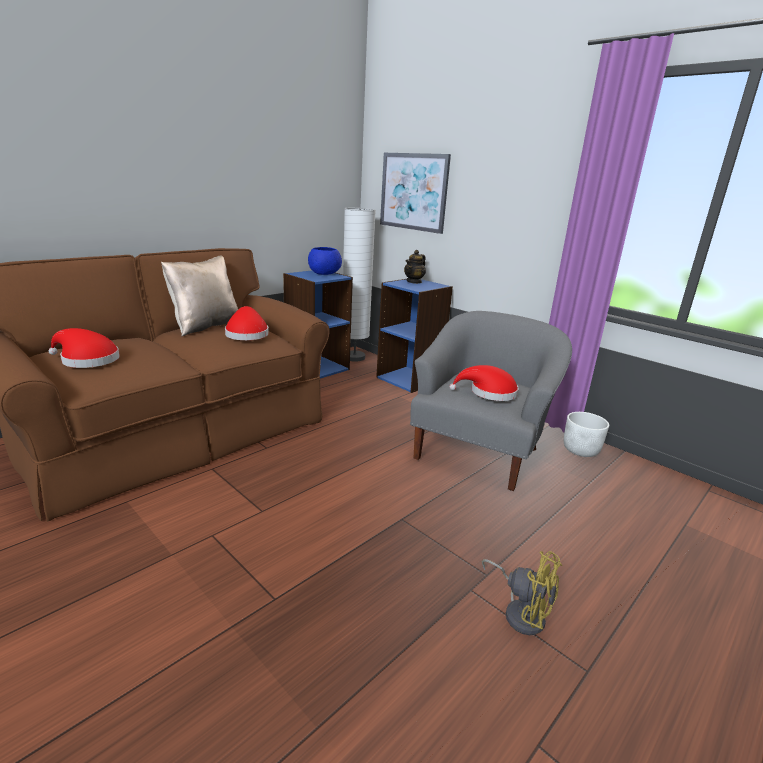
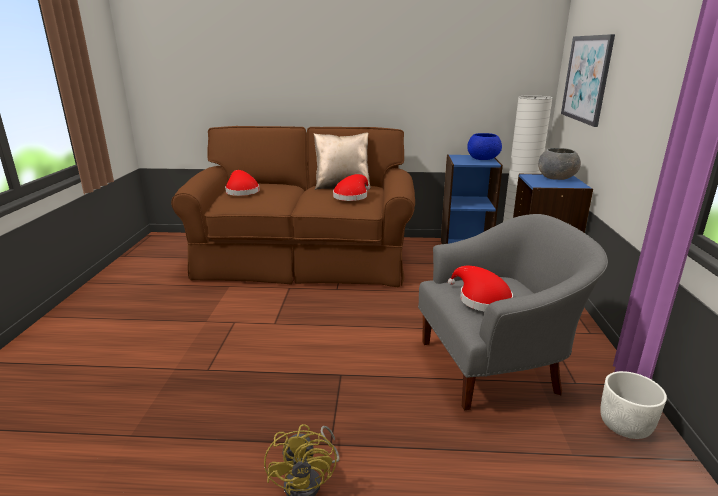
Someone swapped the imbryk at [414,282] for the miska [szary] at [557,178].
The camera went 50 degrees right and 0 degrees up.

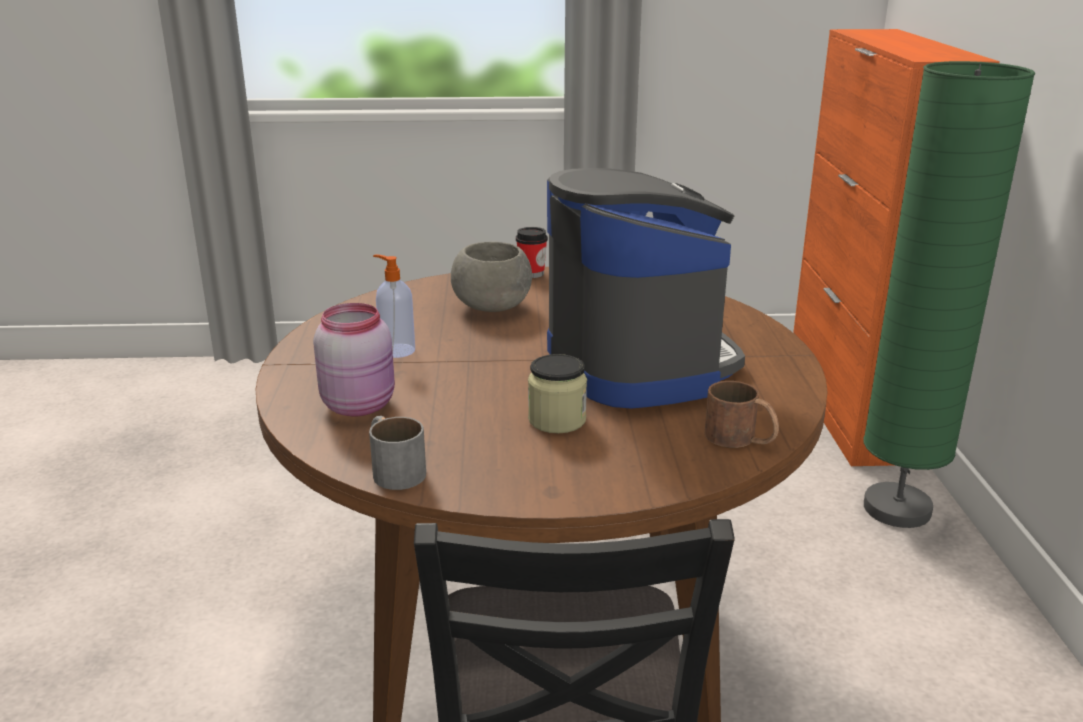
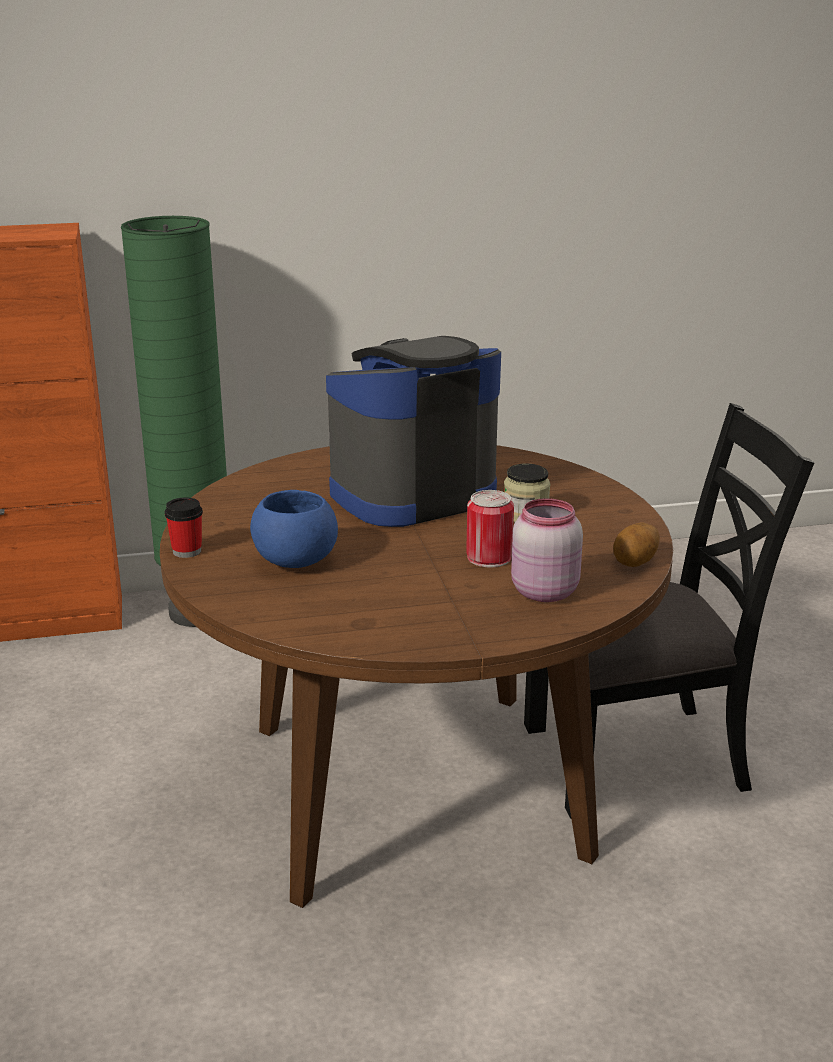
Someone repainted the miska [szary] at [492,307], which became the miska [niebieski] at [294,561].
Someone took away the dozownik mydła at [396,350].
Someone took away the kubek [brązowy] at [741,439].
Someone swapped the kubek [szary] at [393,469] for the ziemniak at [635,562].
Someone put down the puszka at [489,557].
The camera went 100 degrees left and 0 degrees up.

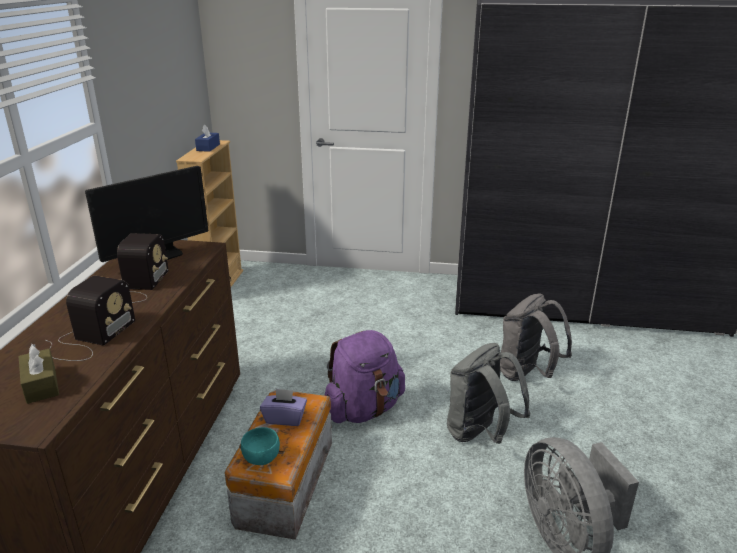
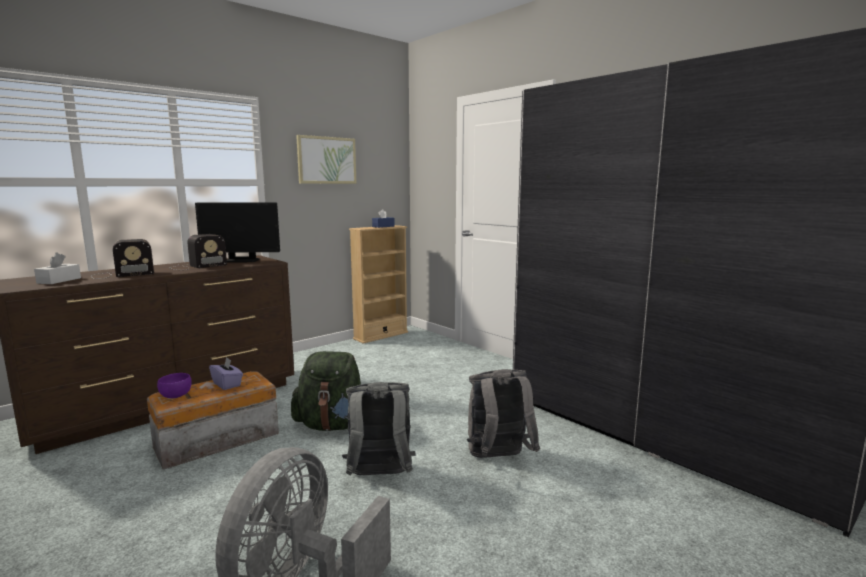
Someone repainted the plecak [fioletowy] at [364,409], which became the plecak [zielony] at [333,425].
Someone repainted the pudełko chusteczek [brązowy] at [41,385], which became the pudełko chusteczek [biały] at [59,280].
Someone repainted the miska [turkusowy] at [261,458], which became the miska [fioletowy] at [175,395].
Someone put up the obraz at [326,160].
The camera went 40 degrees right and 15 degrees down.

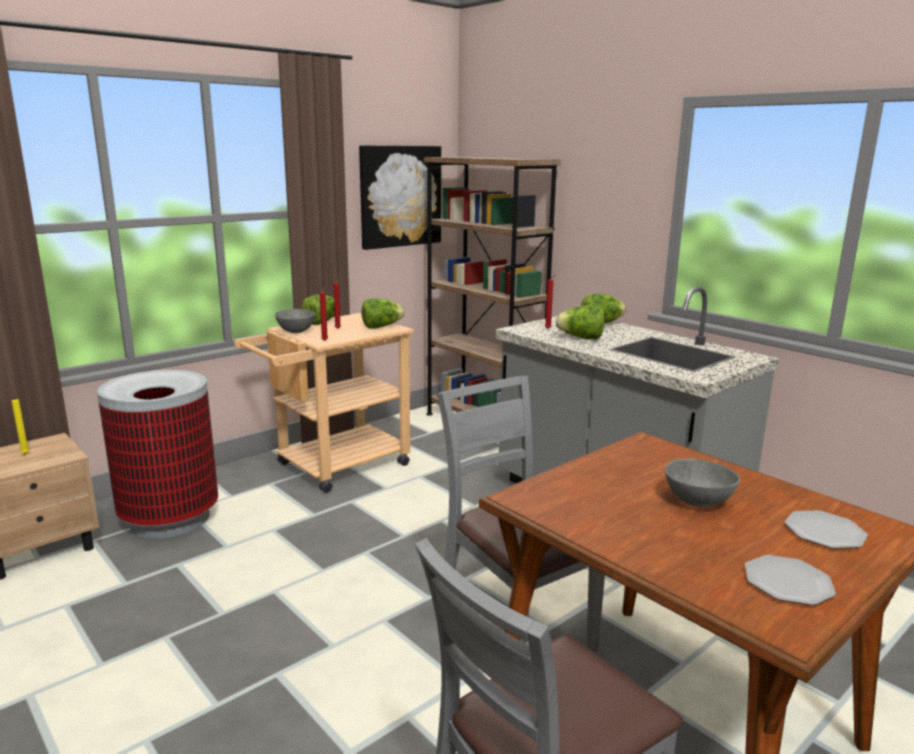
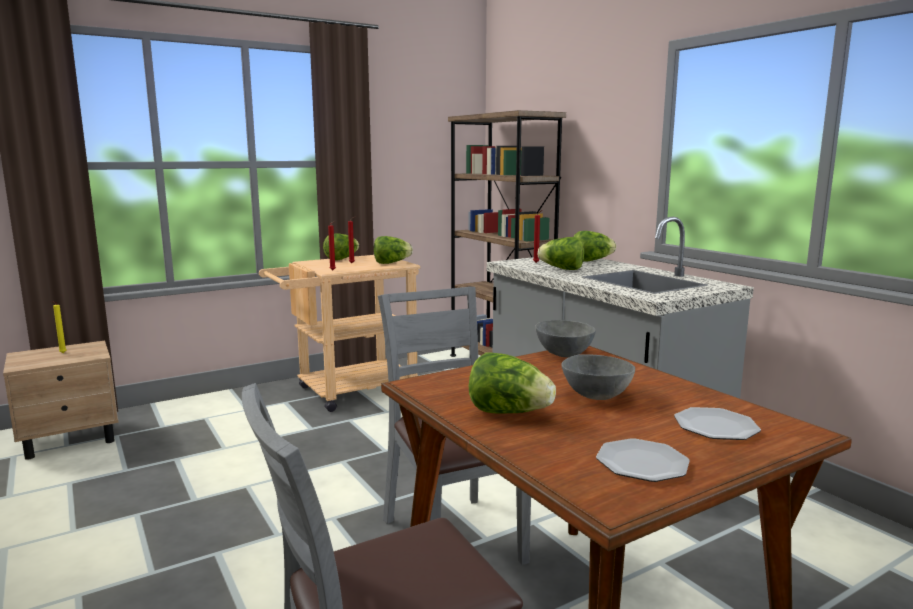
Someone took away the obraz at [400,196].
Someone carried the miska [szary] from [296,331] to [564,353].
Someone took away the kosz na śmieci at [170,518].
Someone put down the sałata at [509,413].
The camera went 10 degrees right and 5 degrees down.

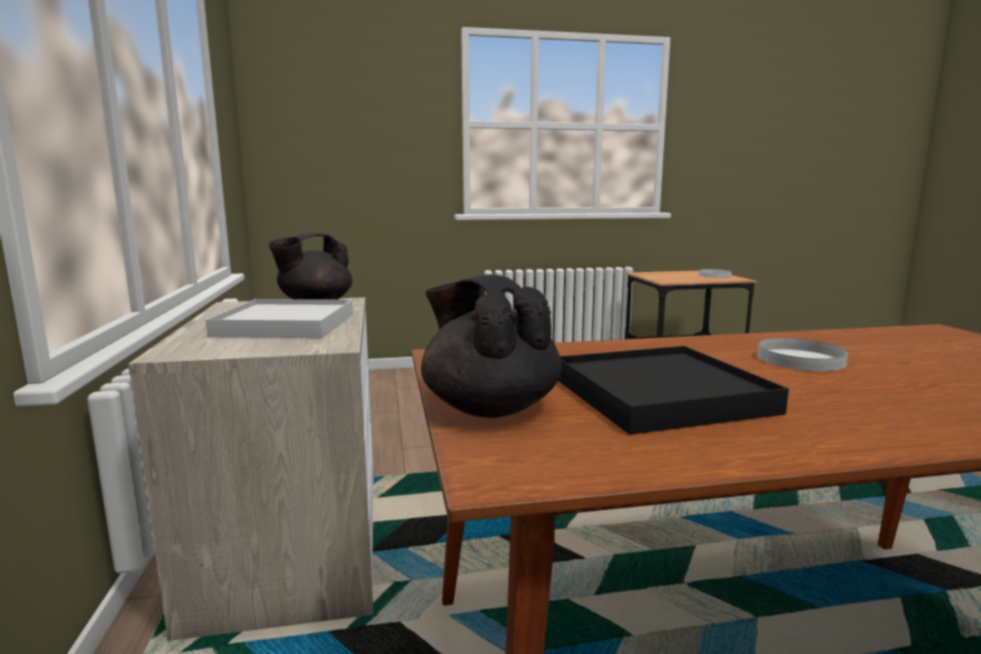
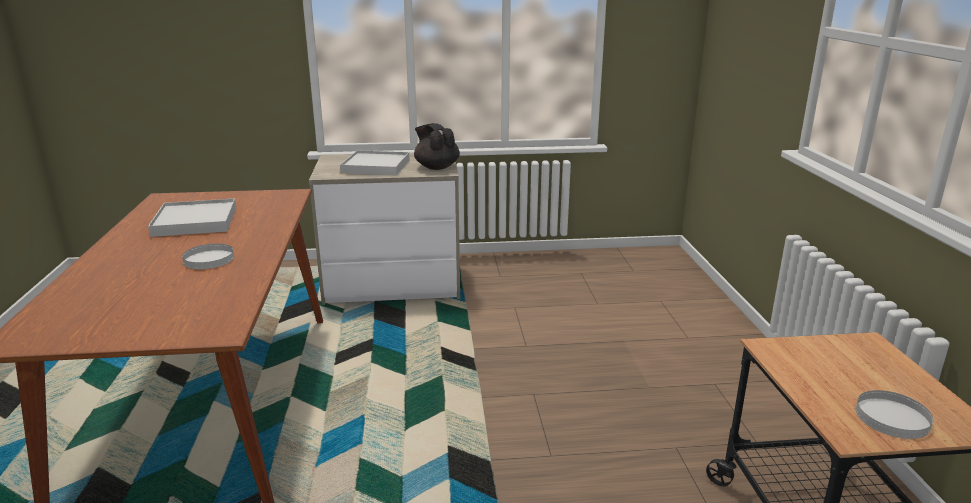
Someone took away the imbryk [czarny] at [489,407].
Someone repainted the taca [czarny] at [659,395], which became the taca [biały] at [195,221].
The camera went 95 degrees right and 10 degrees up.

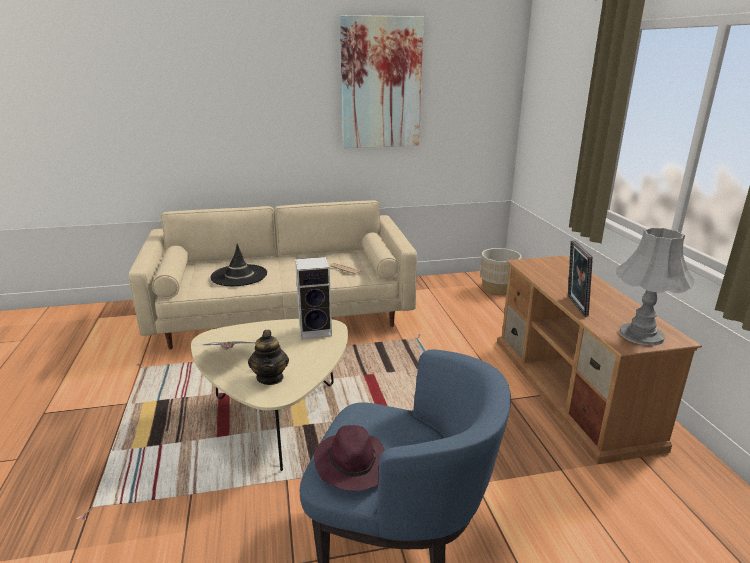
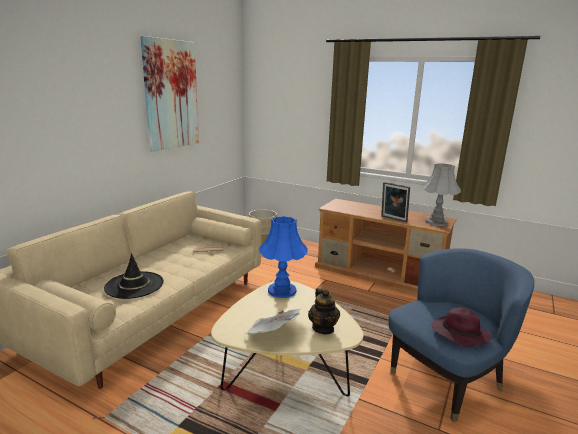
Someone swapped the głośnik at [316,330] for the lampa stołowa [niebieski] at [282,290].
Someone rotated the imbryk at [270,377] by 45 degrees clockwise.
The camera went 50 degrees left and 5 degrees down.

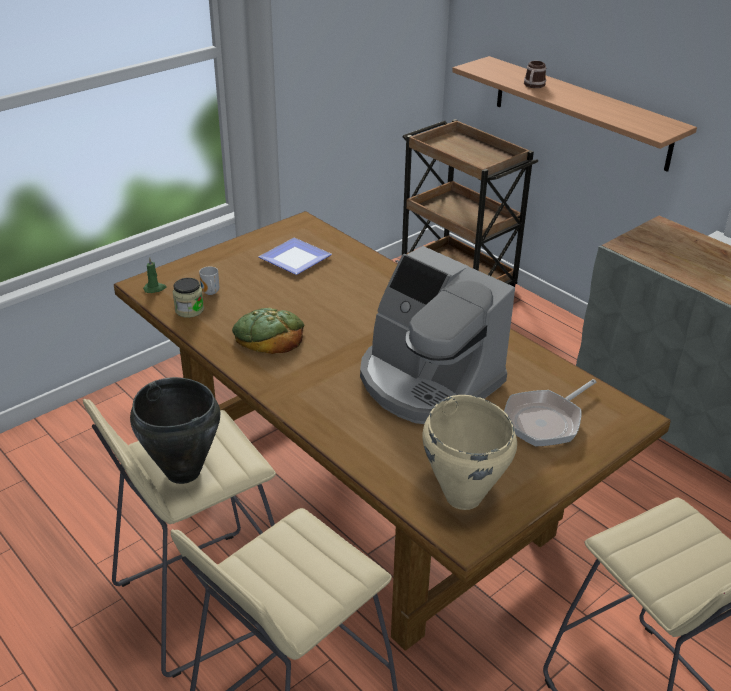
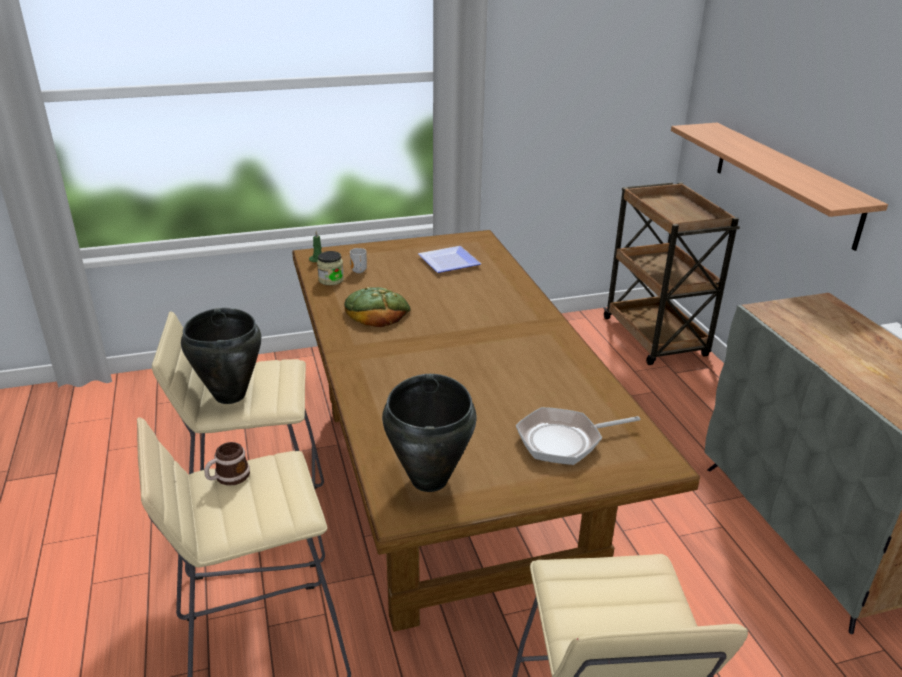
Someone carried the kubek from [533,86] to [228,478].
Someone took away the ekspres do kawy at [427,382].
Someone repainted the garnek [beżowy] at [463,496], which became the garnek [czarny] at [430,479].
The camera went 25 degrees right and 5 degrees down.

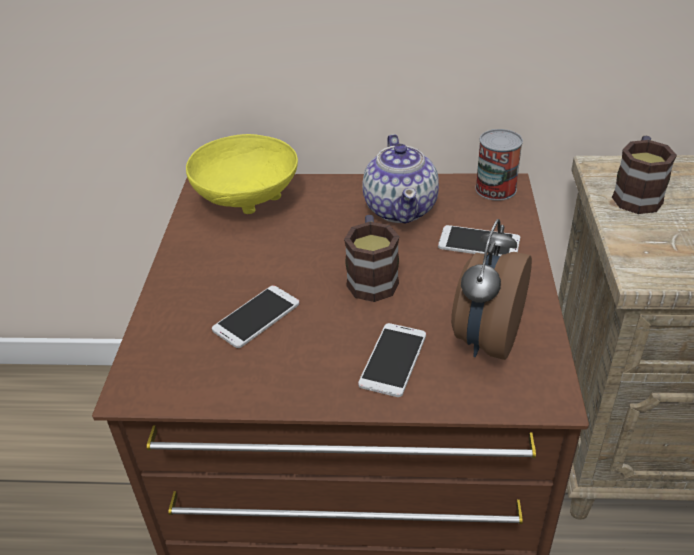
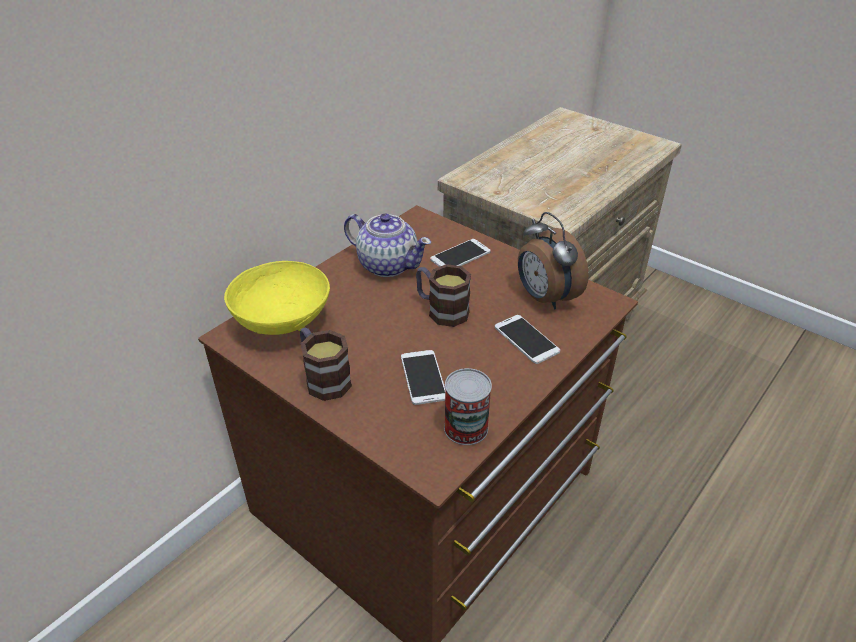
Someone carried the puszka from [495,189] to [466,428].
Someone carried the kubek from [637,194] to [323,378].
The camera went 55 degrees left and 0 degrees up.

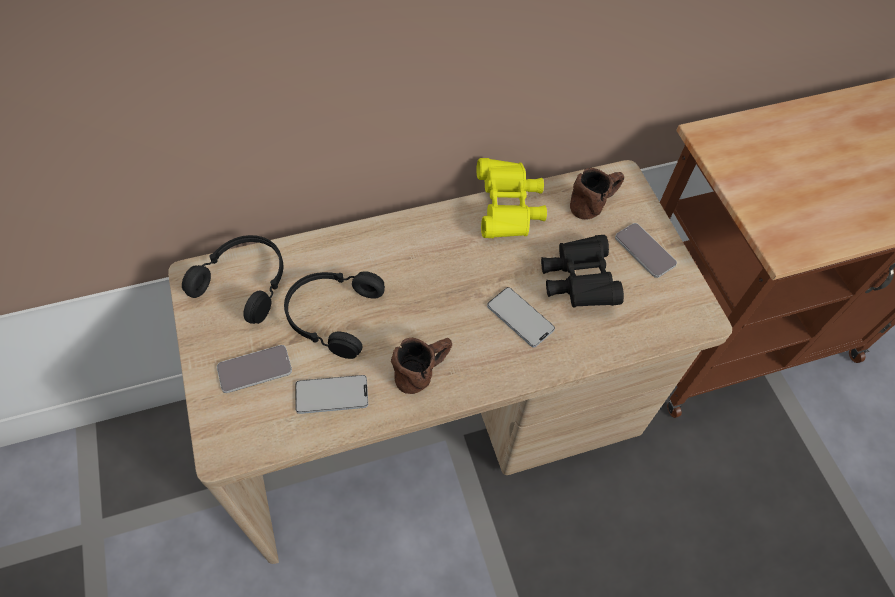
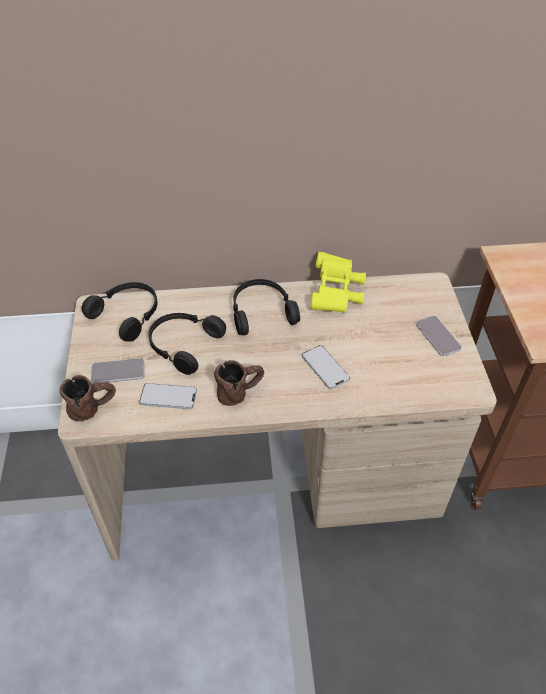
Someone carried the kubek [brązowy] from [594,203] to [93,407].
Someone took away the lornetka [czarny] at [577,282].
Someone put down the słuchawki [czarny] at [261,312].
The camera went 15 degrees right and 10 degrees down.

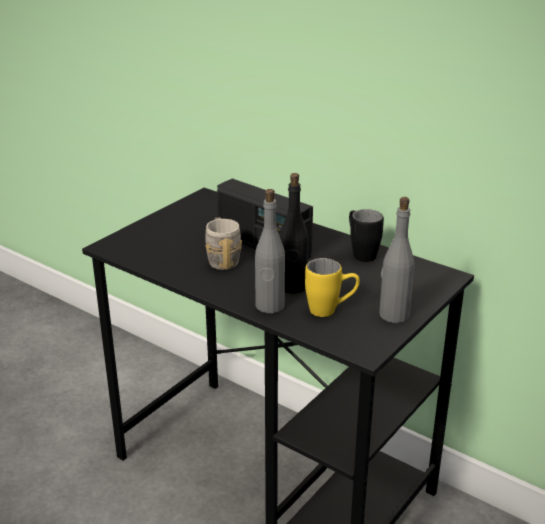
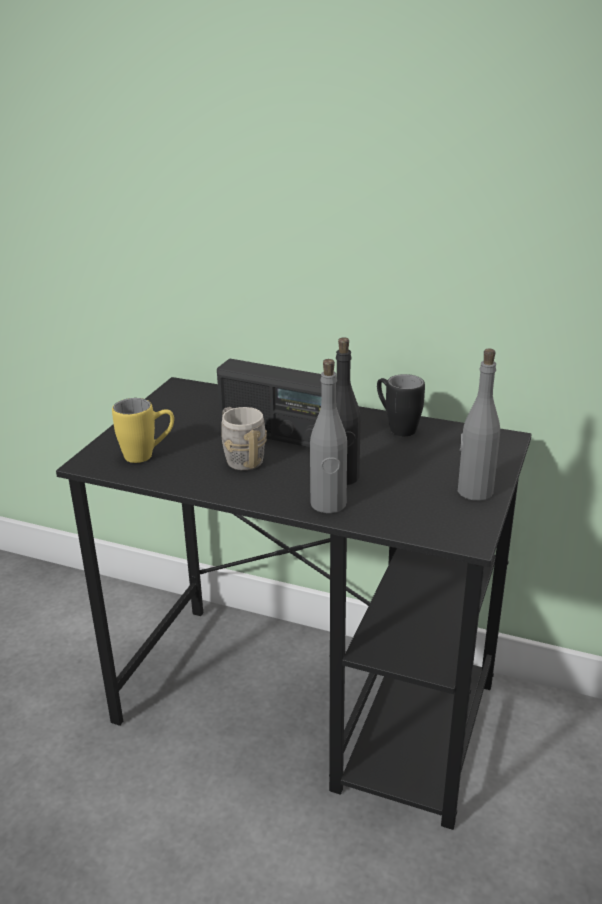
Someone carried the kubek [żółty] from [331,311] to [148,455].
The camera went 15 degrees left and 0 degrees up.

